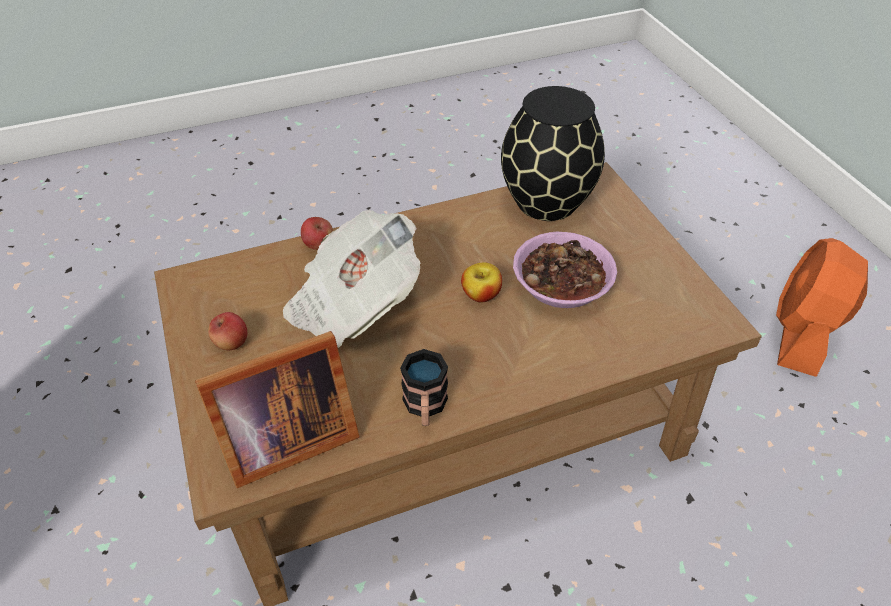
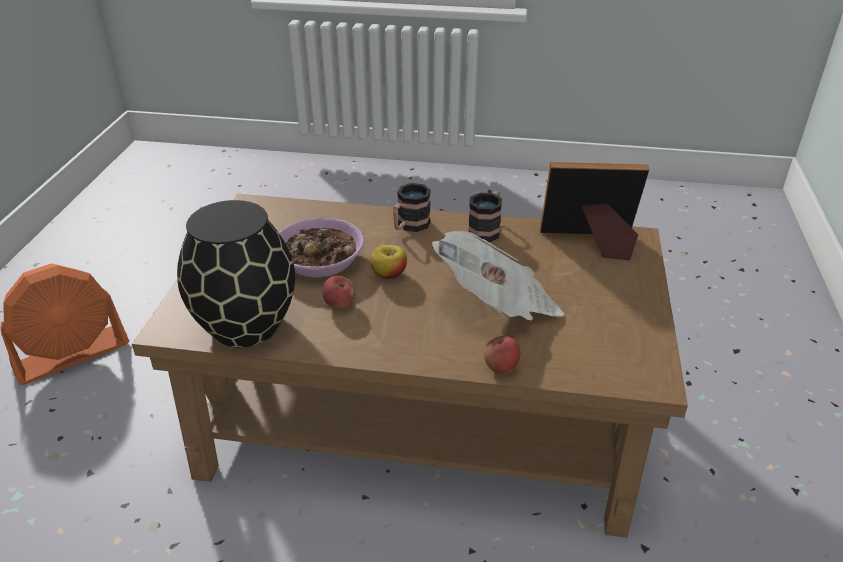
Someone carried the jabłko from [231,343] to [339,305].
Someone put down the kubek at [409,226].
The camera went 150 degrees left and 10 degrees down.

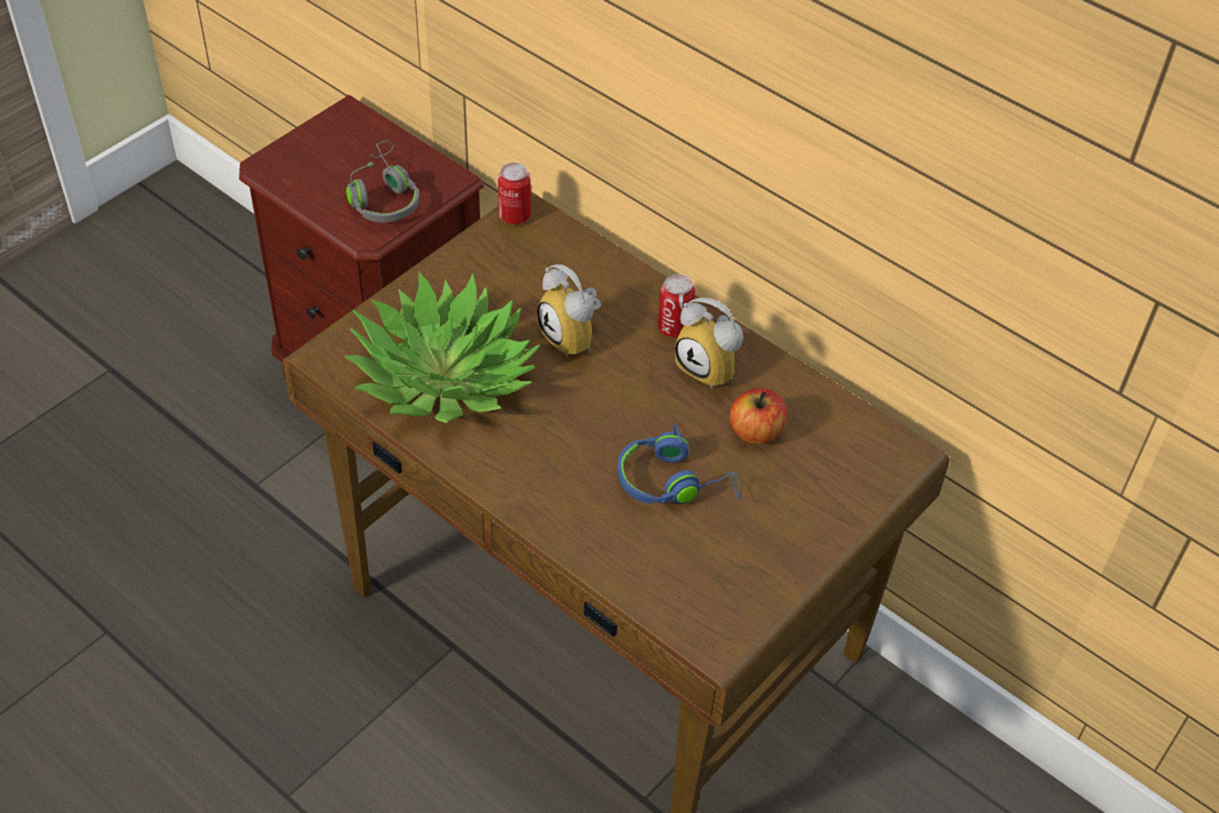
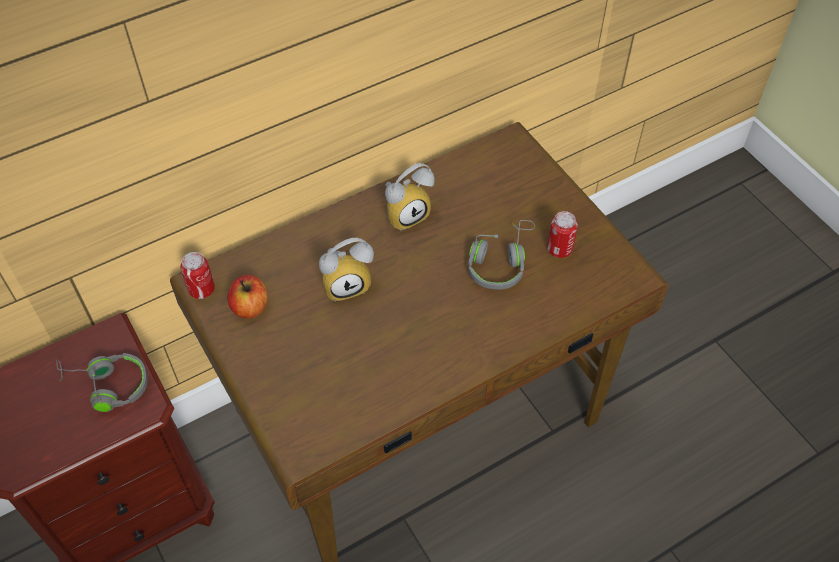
Someone took away the roślina doniczkowa at [444,376].
Someone carried the puszka from [674,328] to [559,249].
Someone carried the jabłko from [755,432] to [250,307].
Someone repainted the słuchawki [niebieski] at [674,482], which became the słuchawki [szary] at [500,262].
The camera went 70 degrees left and 5 degrees up.

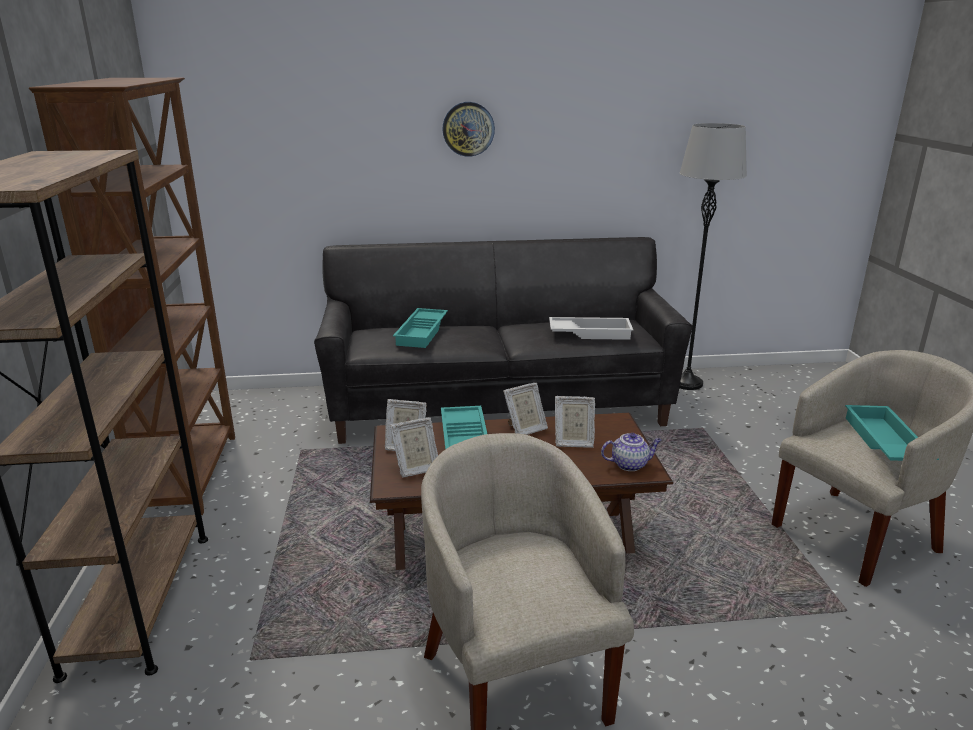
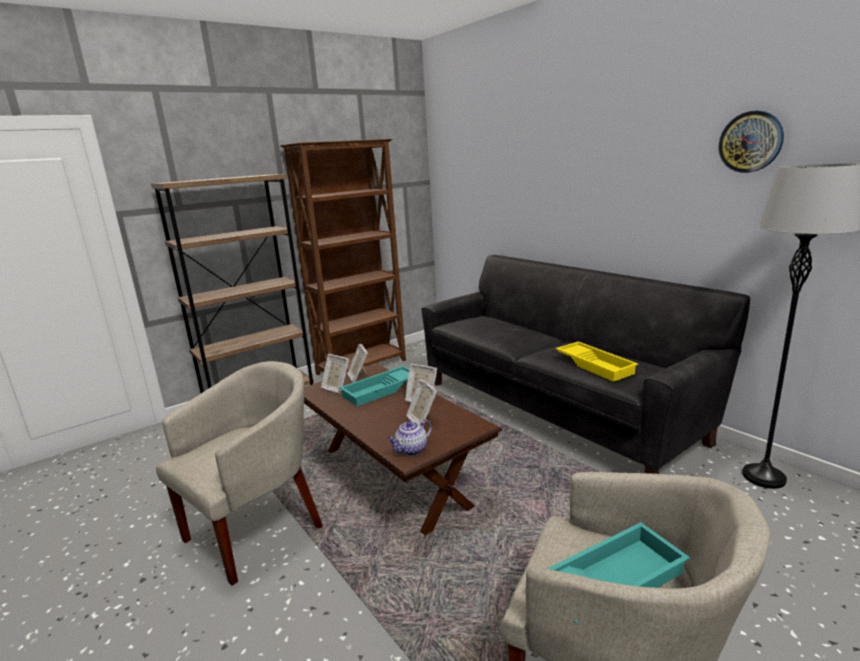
Someone carried the zegar ścienny from [468,129] to [750,142].
Someone took away the taca [turkusowy] at [423,332].
Someone repainted the taca [biały] at [590,333], which became the taca [żółty] at [596,365].
Someone rotated the imbryk at [630,464] by 90 degrees clockwise.
The camera went 60 degrees right and 5 degrees down.

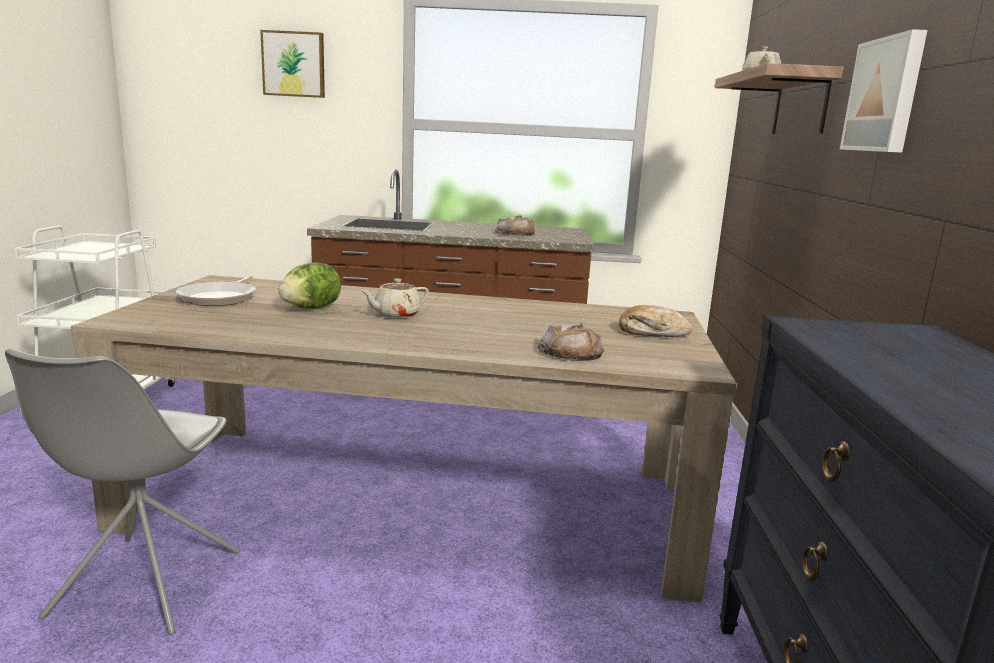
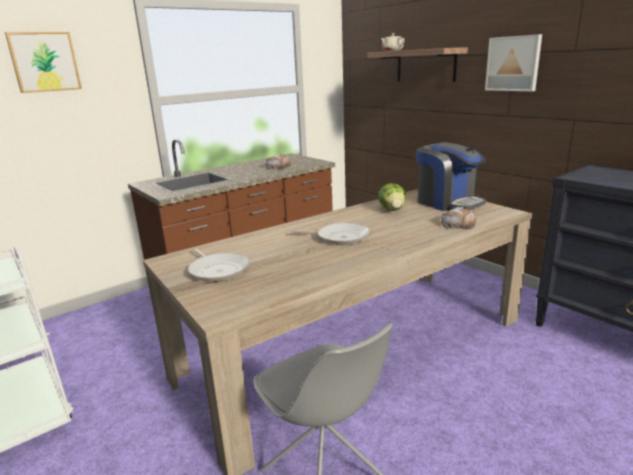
Someone carried the sałata from [311,308] to [392,210].
Someone swapped the imbryk [beżowy] at [396,315] for the patelnia at [339,237].
Someone swapped the chleb at [652,332] for the ekspres do kawy at [448,202].
The camera went 40 degrees left and 5 degrees up.

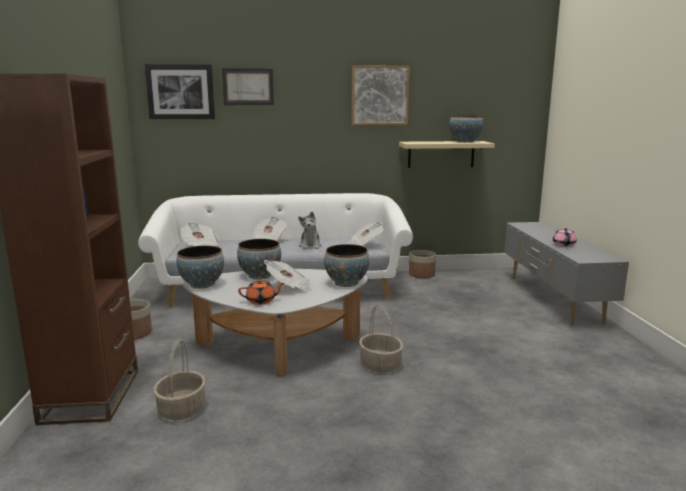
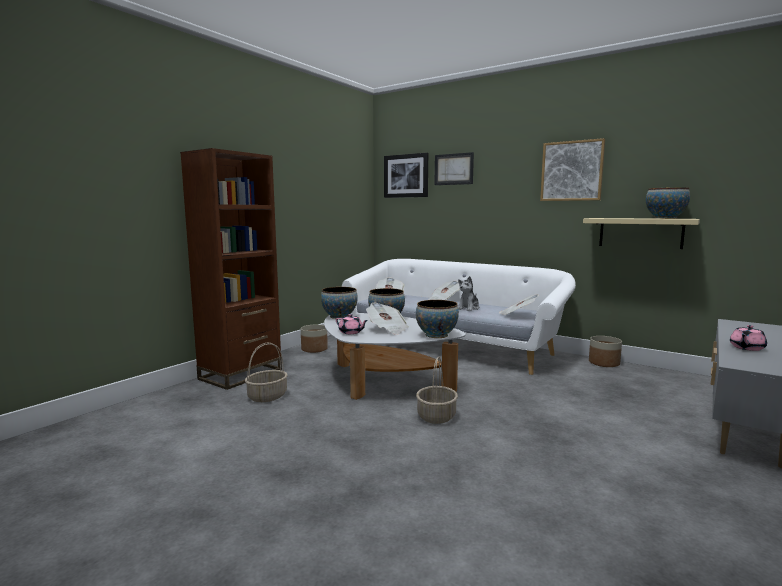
Someone repainted the imbryk [pomarańczowy] at [261,301], which became the imbryk [różowy] at [351,332].
The camera went 40 degrees right and 5 degrees down.

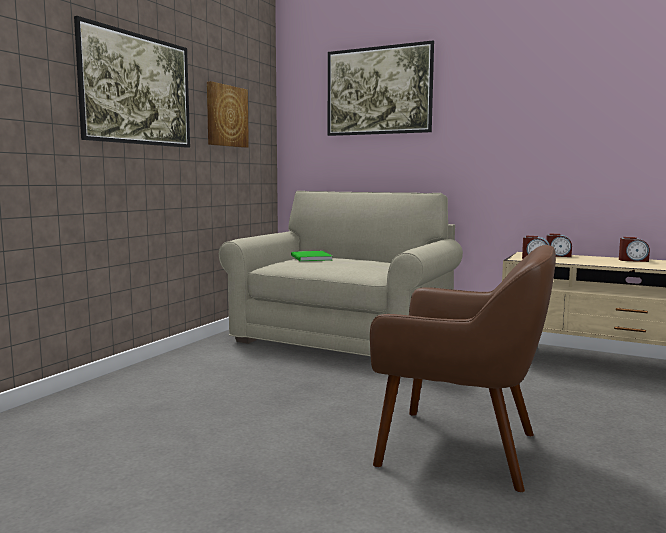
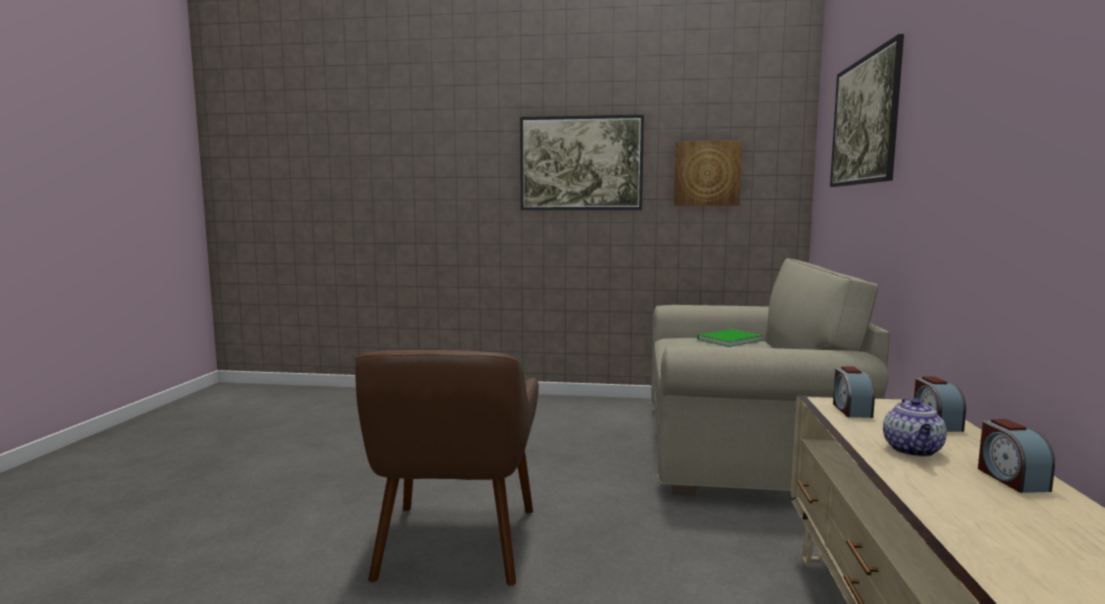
Someone put down the imbryk at [913,450].
The camera went 70 degrees right and 0 degrees up.

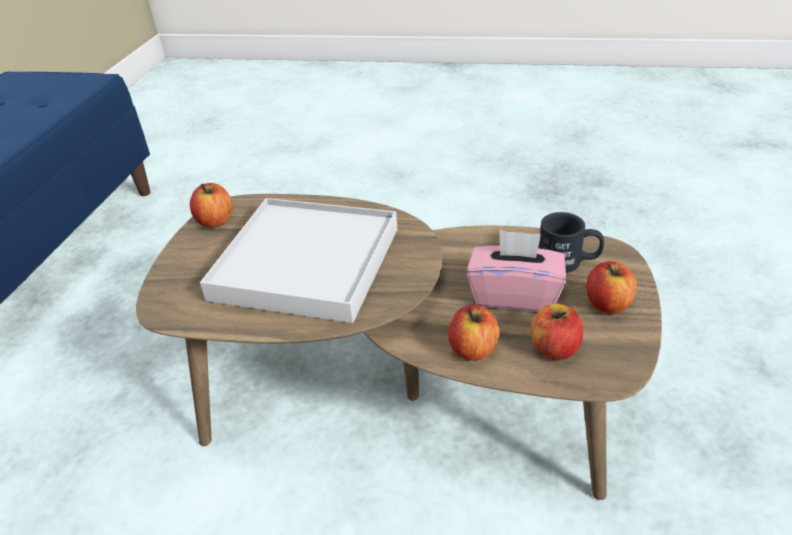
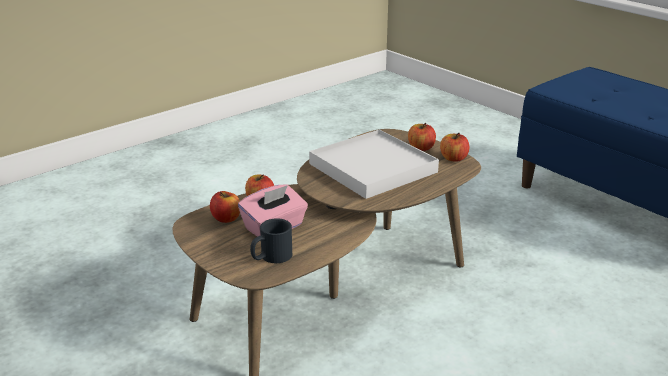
Someone carried the jabłko from [608,304] to [421,148].
The camera went 125 degrees right and 10 degrees down.

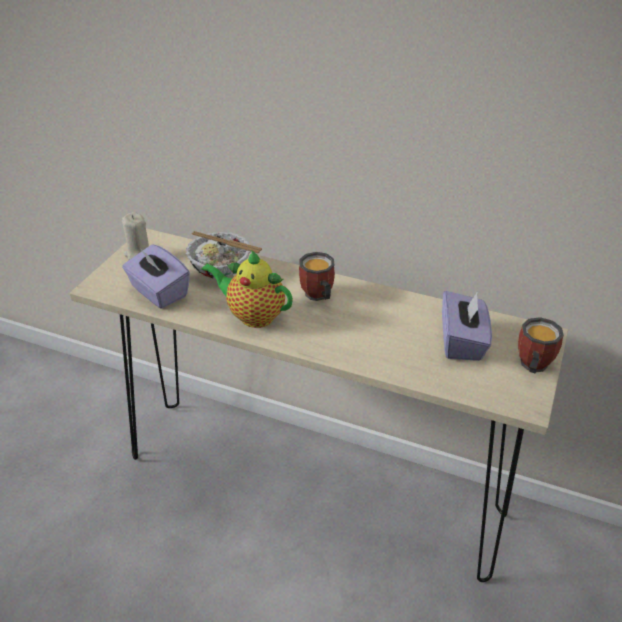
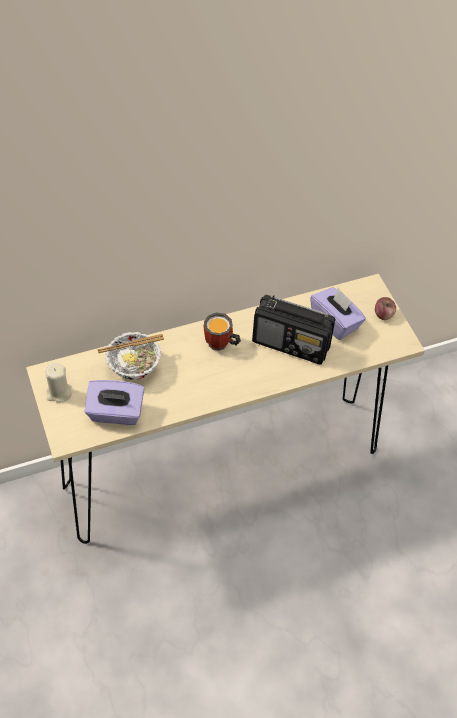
Someone took away the imbryk at [253,316].
Someone swapped the kubek at [530,366] for the jabłko at [383,314].
Someone put down the radio at [291,344].
The camera went 45 degrees left and 15 degrees up.

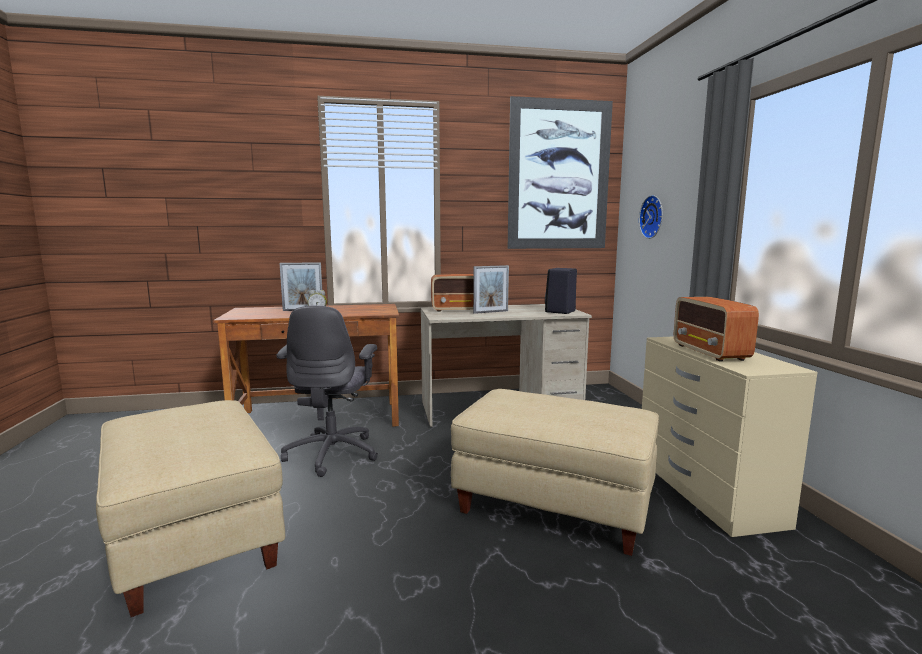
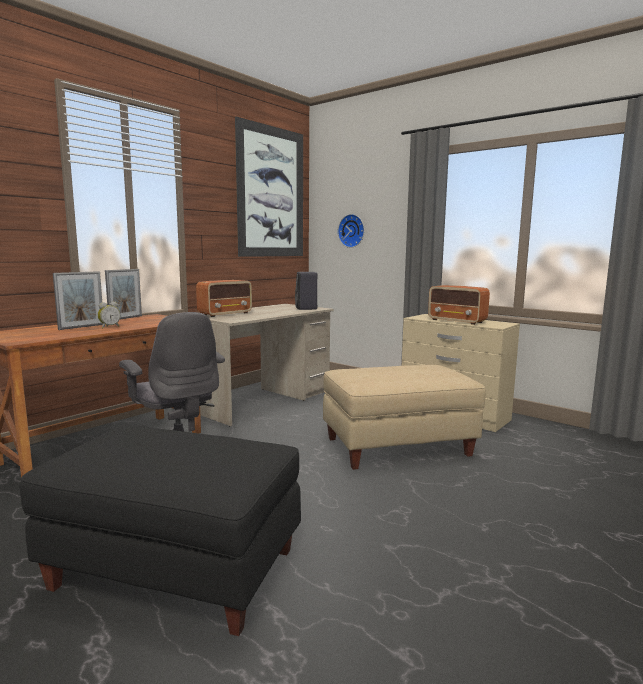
Someone carried the ramka na zdjęcie from [491,312] to [125,318].
Someone repainted the pufa [beżowy] at [197,537], which became the pufa [czarny] at [176,567].
The camera went 40 degrees left and 0 degrees up.

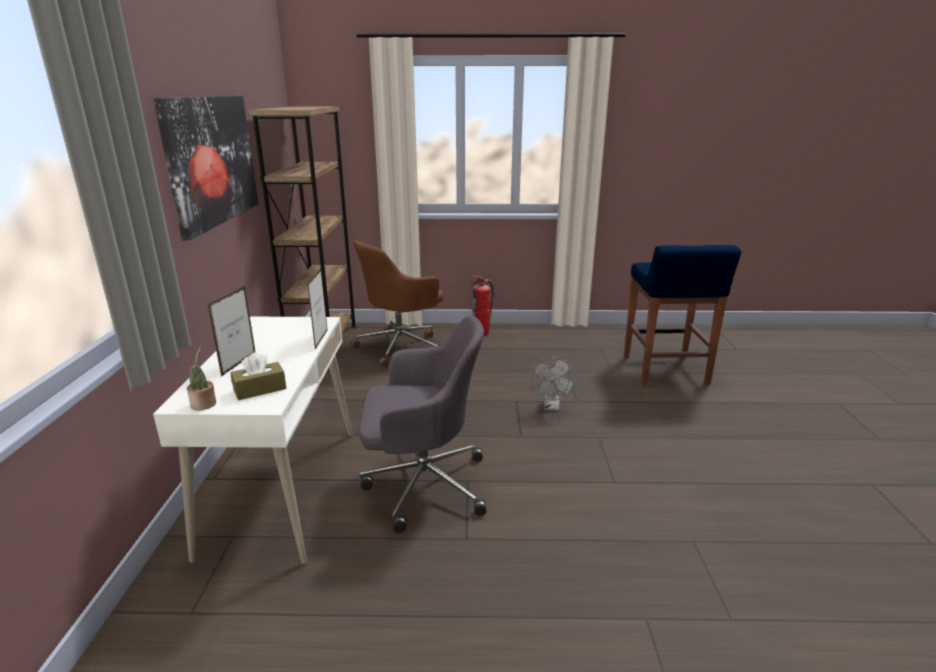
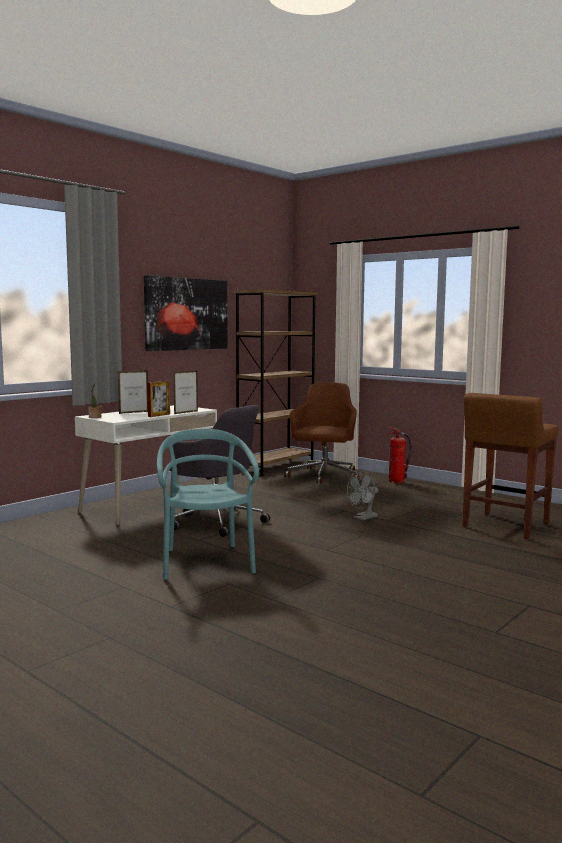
Someone rotated the krzesło biurowe [brązowy] at [401,346] by 105 degrees clockwise.
Someone repainted the stołek [niebieski] at [665,371], which became the stołek [brązowy] at [504,526].
Someone took away the pudełko chusteczek [brązowy] at [260,389].
Someone put down the ramka na zdjęcie at [159,415].
Someone put down the krzesło [turkusowy] at [206,562].
The camera went 40 degrees right and 15 degrees down.

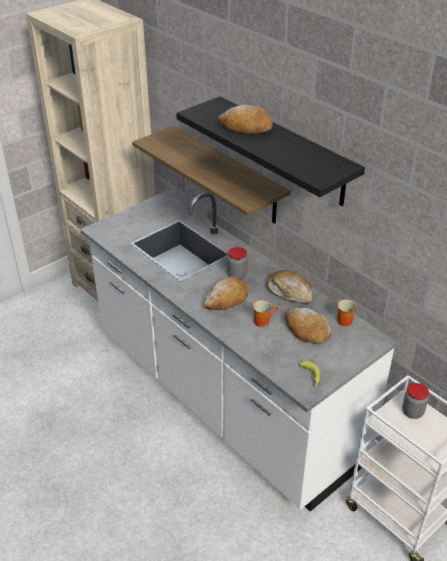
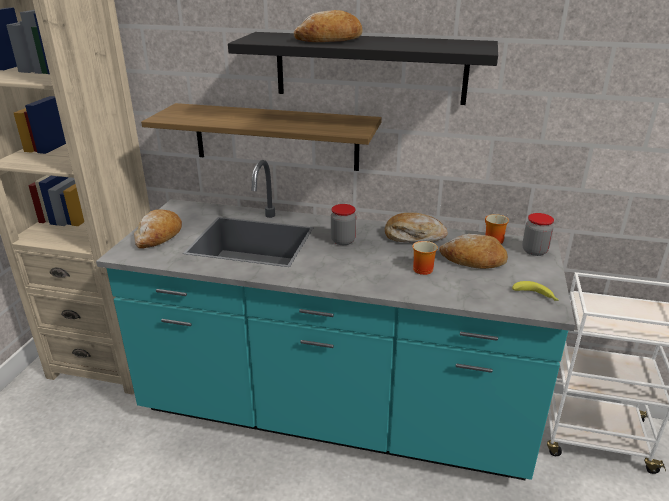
Someone repainted the zabudowa kuchenna [biały] at [223,398], which became the zabudowa kuchenna [turkusowy] at [334,415].
Someone carried the chleb from [226,299] to [158,236].
Someone carried the słoik from [412,412] to [534,251].
The camera went 35 degrees left and 10 degrees down.

